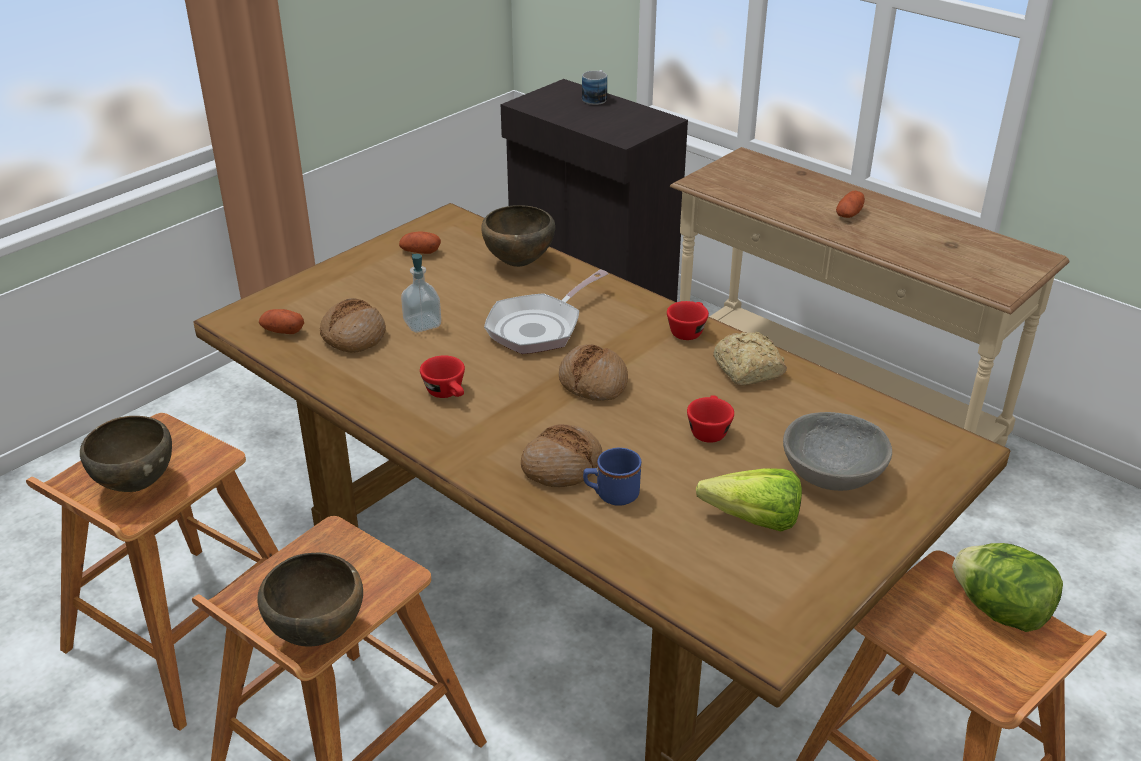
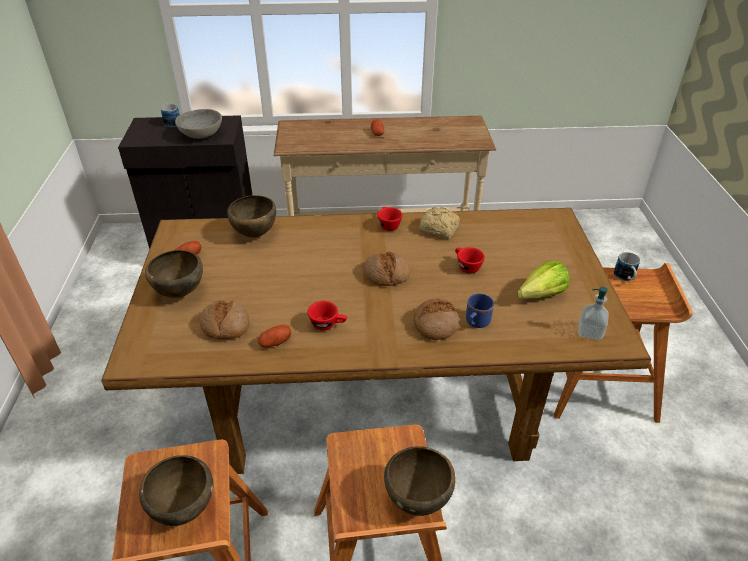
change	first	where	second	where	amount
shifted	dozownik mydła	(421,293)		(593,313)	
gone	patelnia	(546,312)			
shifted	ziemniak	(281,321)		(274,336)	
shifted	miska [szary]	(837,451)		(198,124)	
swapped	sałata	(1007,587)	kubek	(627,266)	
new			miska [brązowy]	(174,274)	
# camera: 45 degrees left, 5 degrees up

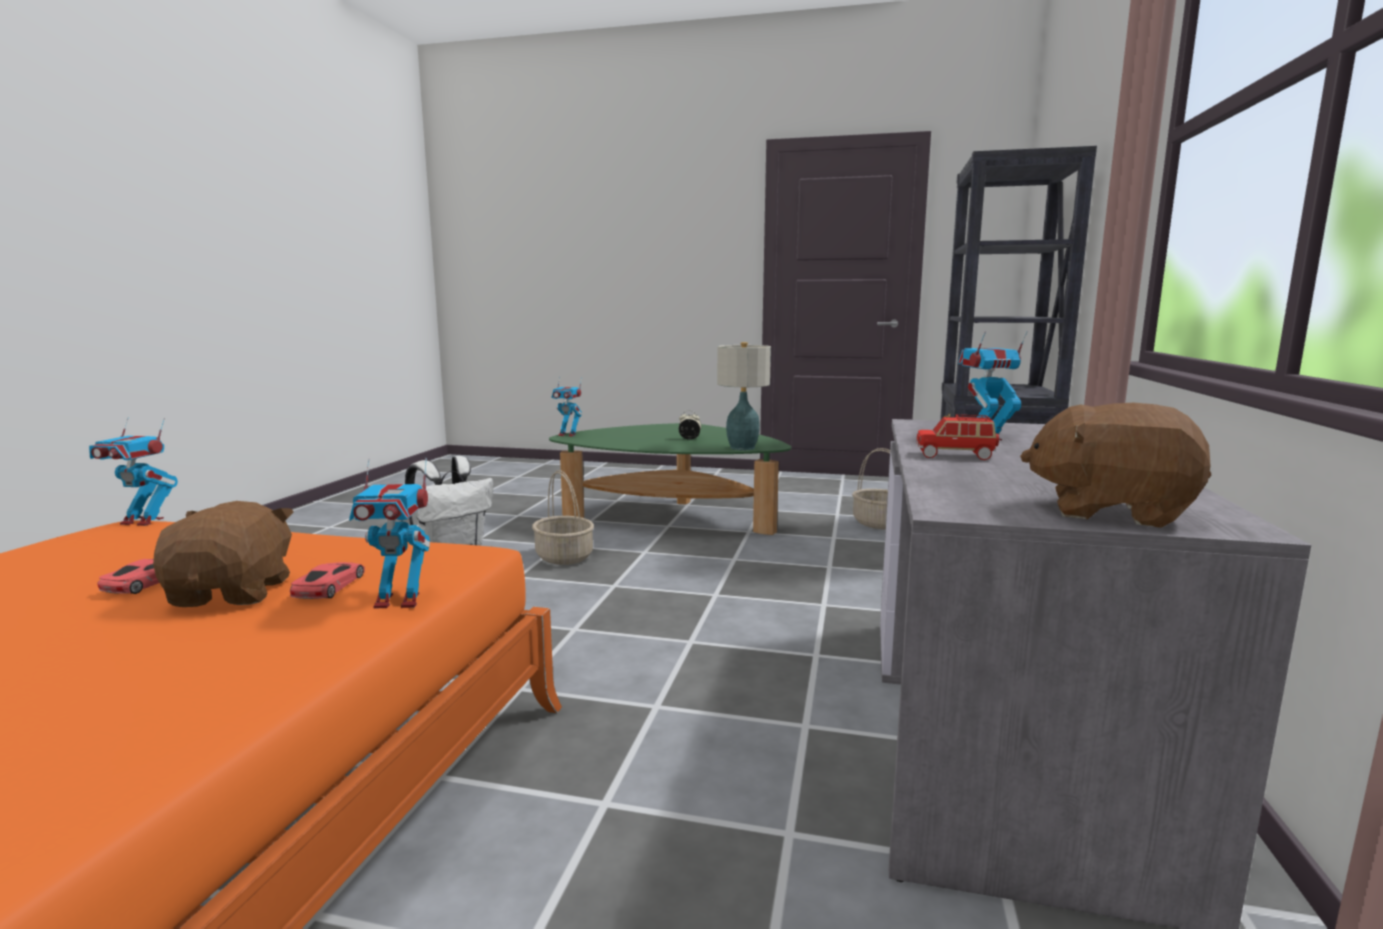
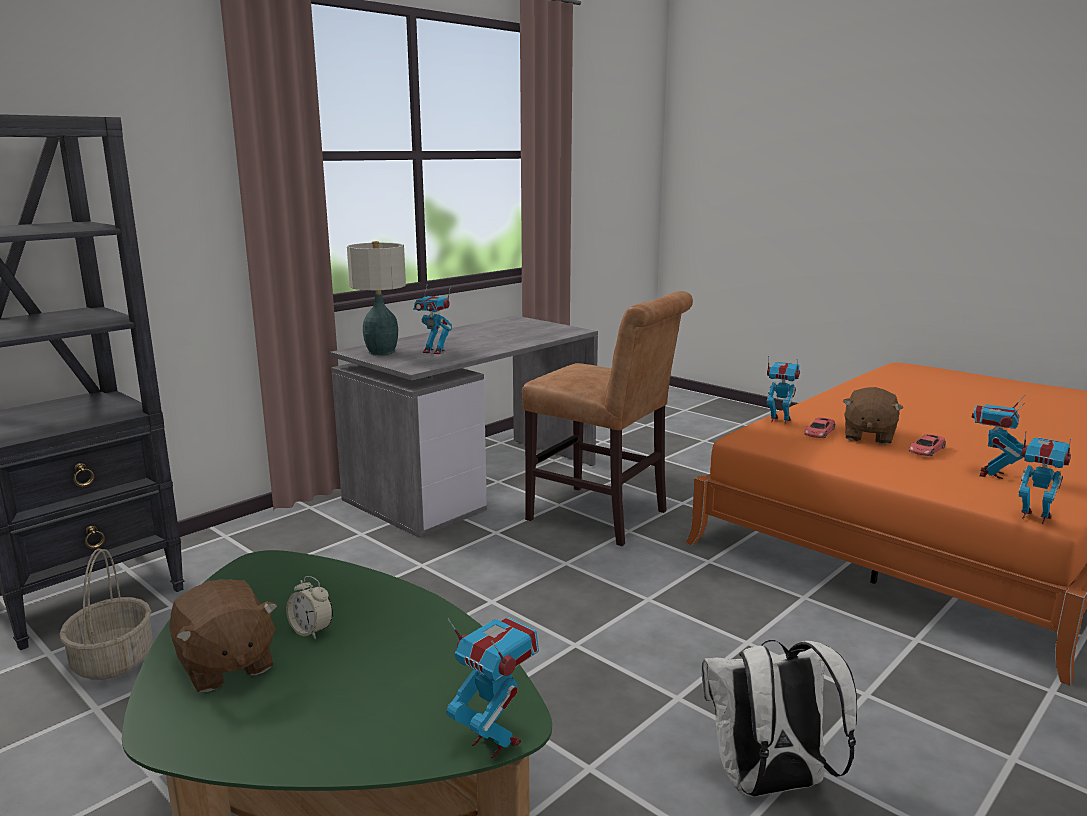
change	first	where	second	where	amount
shifted	lampa stołowa	(744,396)		(376,298)	
shifted	pluszak [brązowy]	(1115,465)		(223,635)	
gone	samochodzik [czerwony]	(958,437)			
gone	koszyk	(563,517)			
new			krzesło [brązowy]	(607,418)	
new			robot zabawkowy	(998,437)	
# camera: 150 degrees left, 5 degrees up

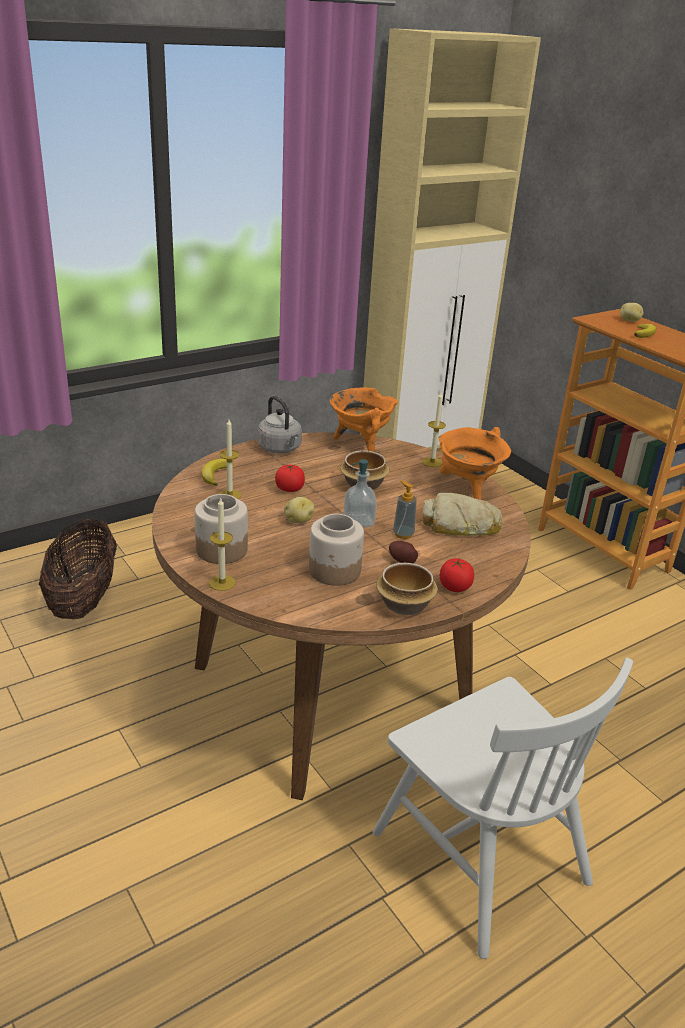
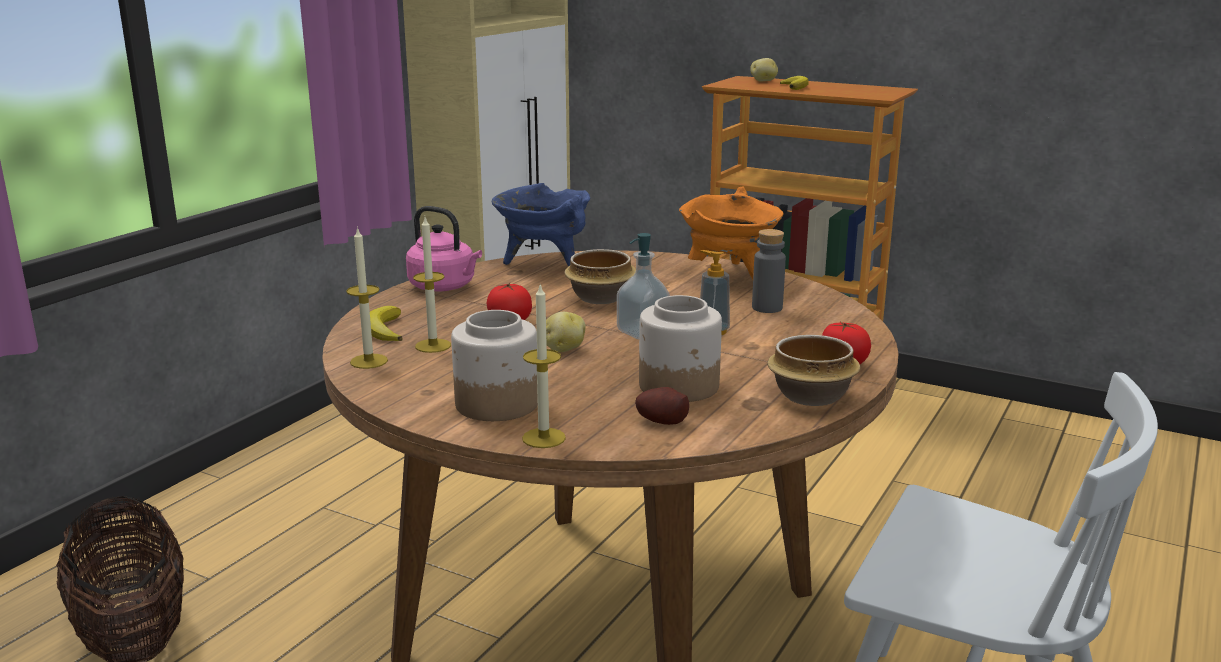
change	first	where	second	where	amount
repainted	garnek [pomarańczowy]	(363,419)	garnek [niebieski]	(540,225)	
shifted	świeca	(434,430)		(367,298)	
repainted	czajnik [szary]	(280,424)	czajnik [różowy]	(444,248)	
swapped	chleb	(463,514)	butelka [szary]	(769,271)	
shifted	ziemniak	(403,552)		(662,406)	
# camera: 25 degrees left, 10 degrees down

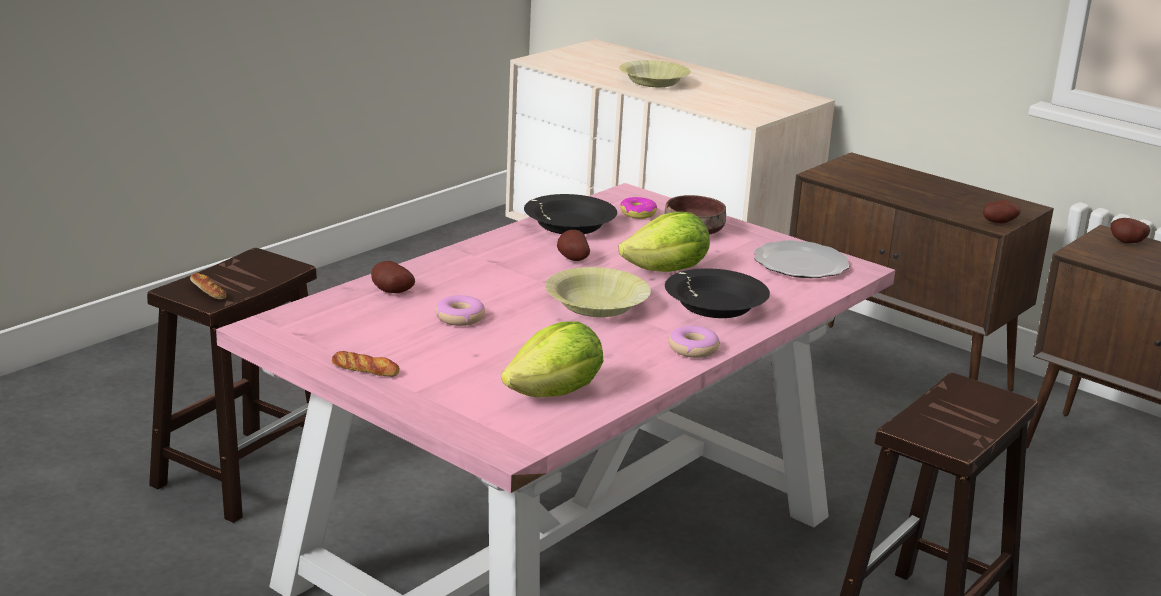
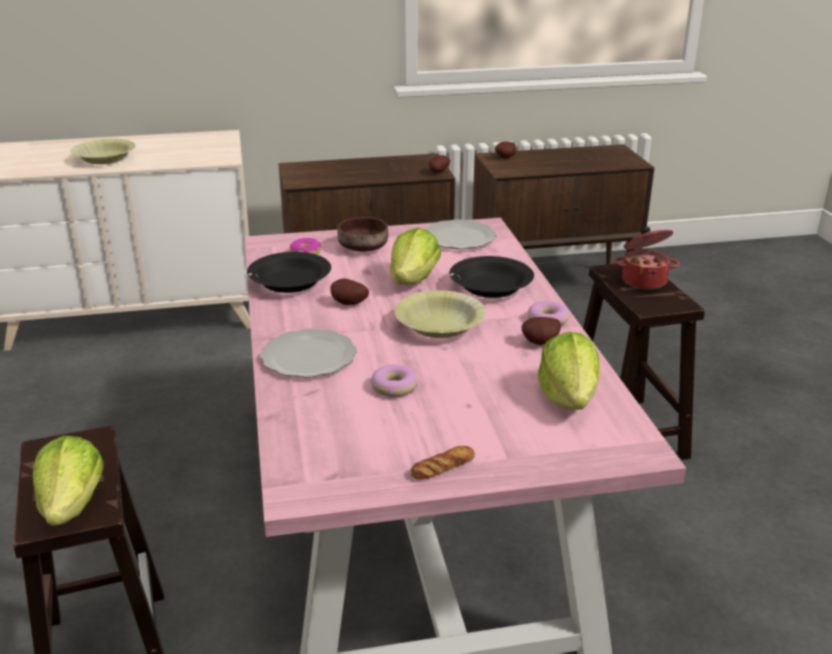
change	first	where	second	where	amount
shifted	ziemniak	(393,277)		(541,331)	
swapped	chleb	(208,286)	sałata	(68,480)	
new			garnek	(647,258)	
new			talerz	(308,353)	
# camera: 50 degrees left, 5 degrees up

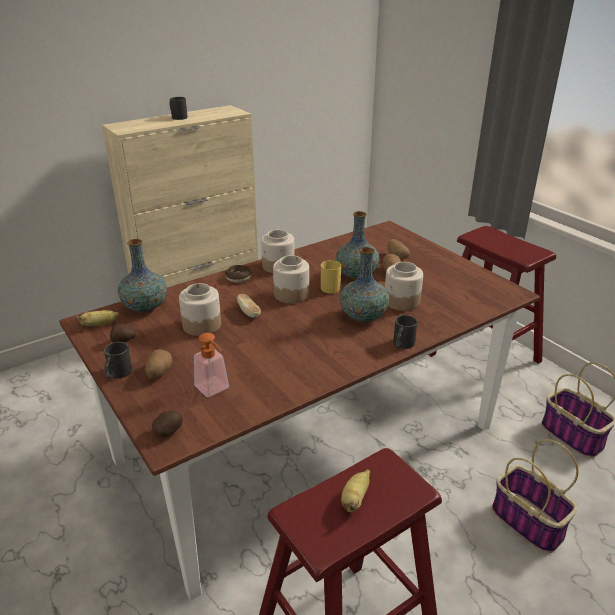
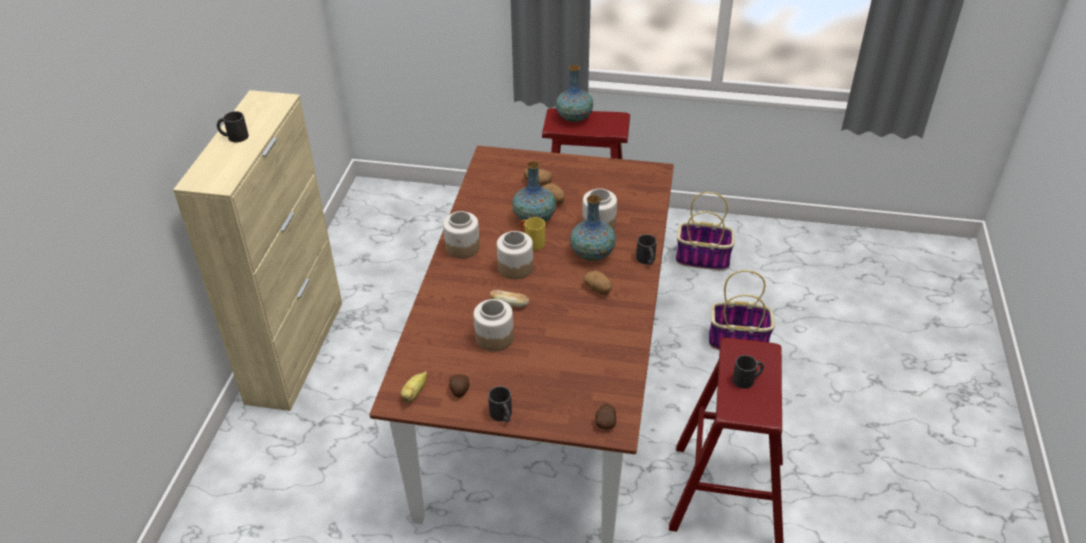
change	first	where	second	where	amount
shifted	wazon	(142,276)		(574,93)	
gone	donut	(238,274)			
gone	dozownik mydła	(211,365)			
shifted	ziemniak	(159,364)		(597,282)	
swapped	banan	(355,491)	kubek [czarny]	(748,372)	
# camera: 45 degrees left, 10 degrees up

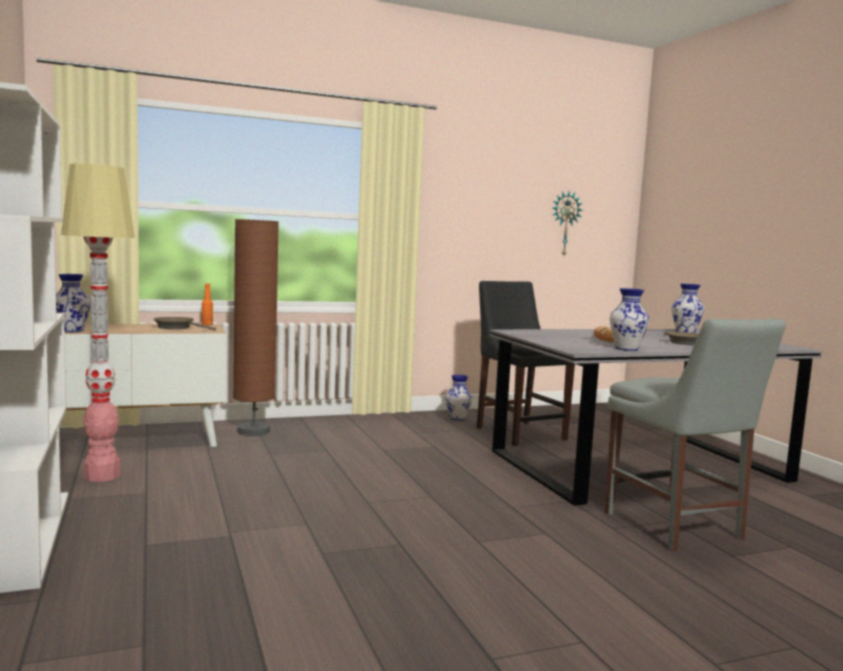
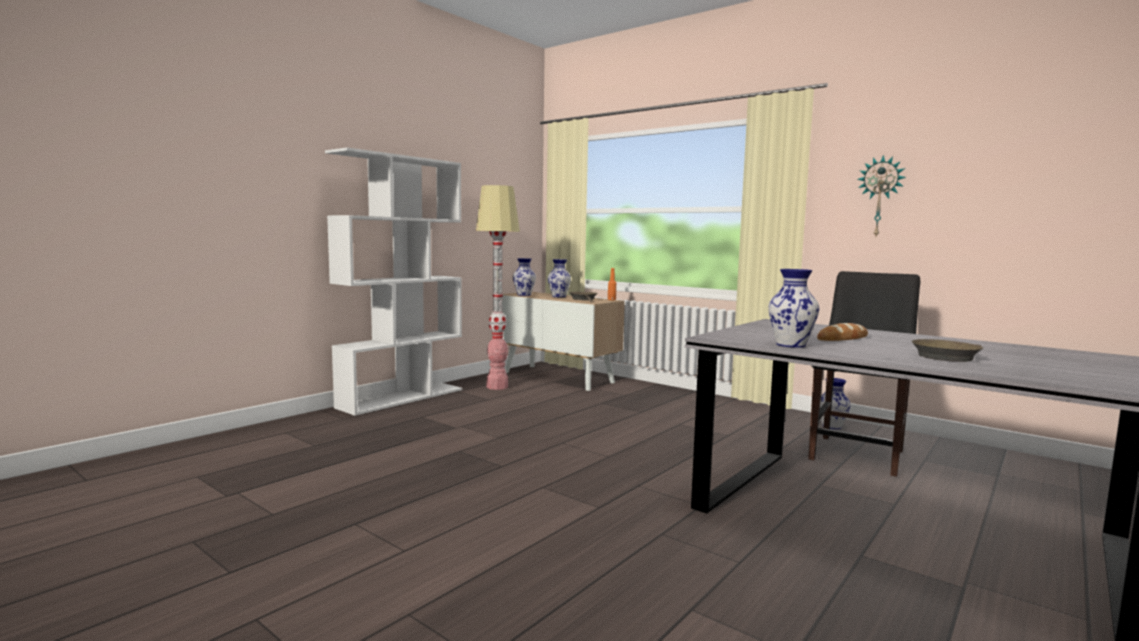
change	first	where	second	where	amount
shifted	zegar ścienny	(567,223)		(881,195)	
gone	lampa stojąca [brązowy]	(256,327)			
shifted	wazon	(688,308)		(559,278)	
gone	krzesło [szary]	(695,435)			
# camera: 60 degrees right, 0 degrees up

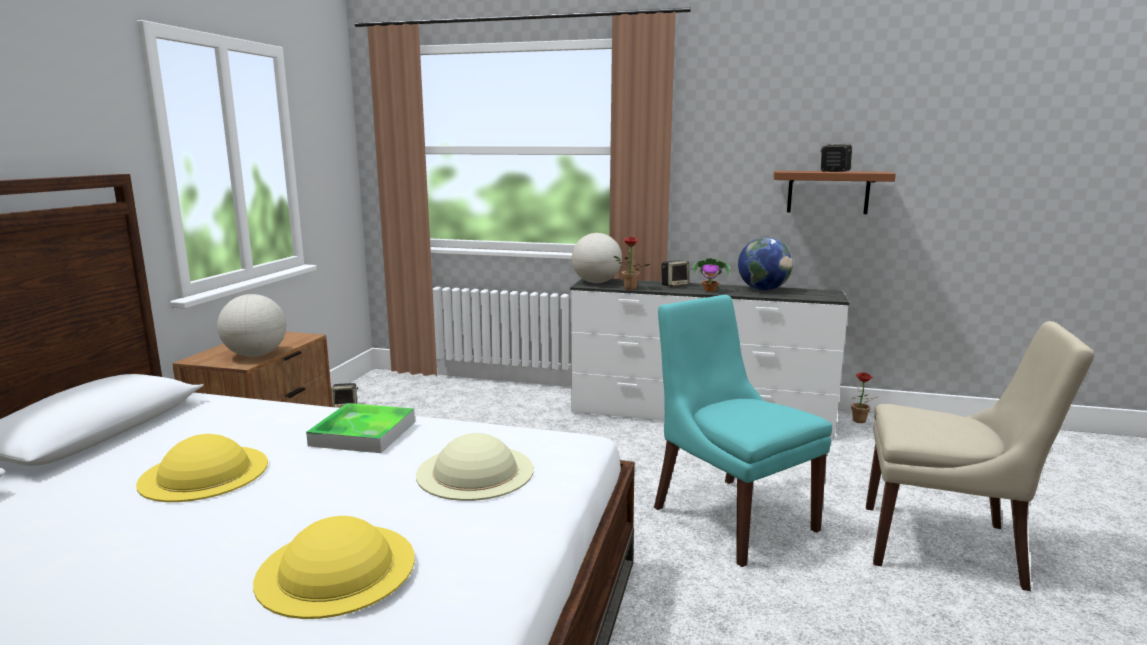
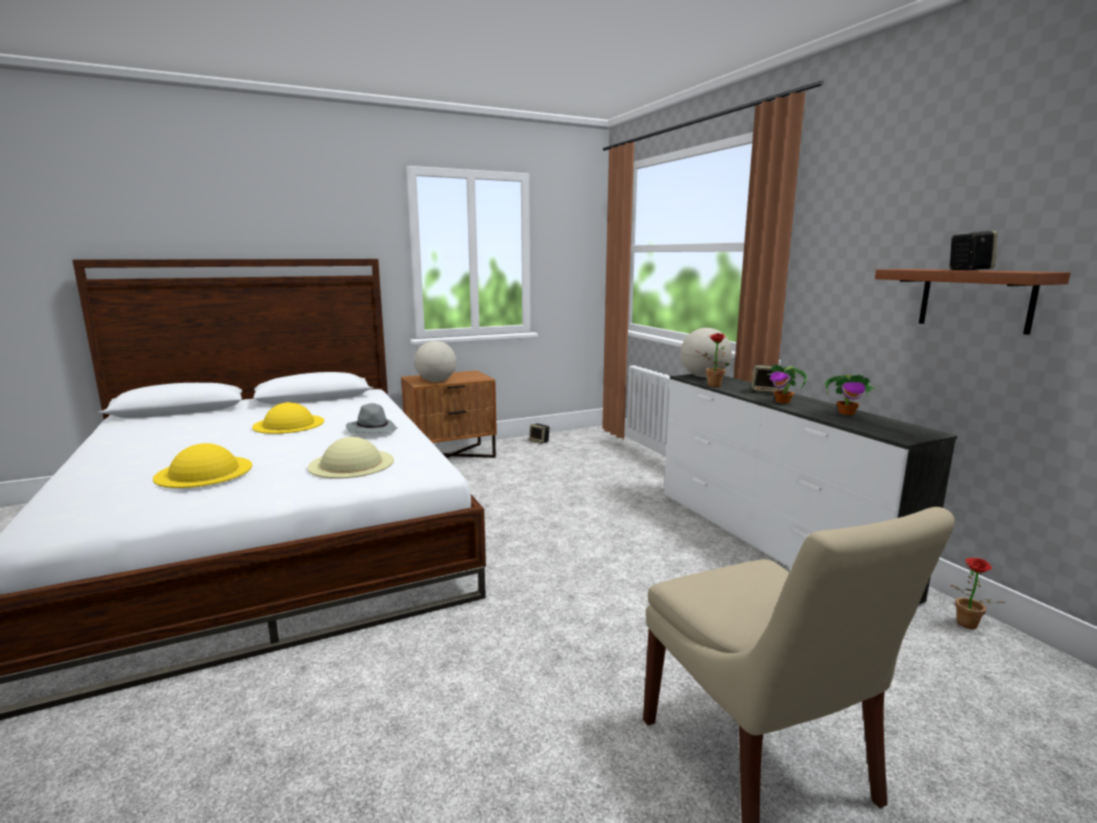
change	first	where	second	where	amount
swapped	globus	(765,263)	roślina doniczkowa	(850,394)	
gone	krzesło [turkusowy]	(743,431)			
swapped	taca	(360,428)	kapelusz [szary]	(372,418)	
# camera: 50 degrees right, 0 degrees up

